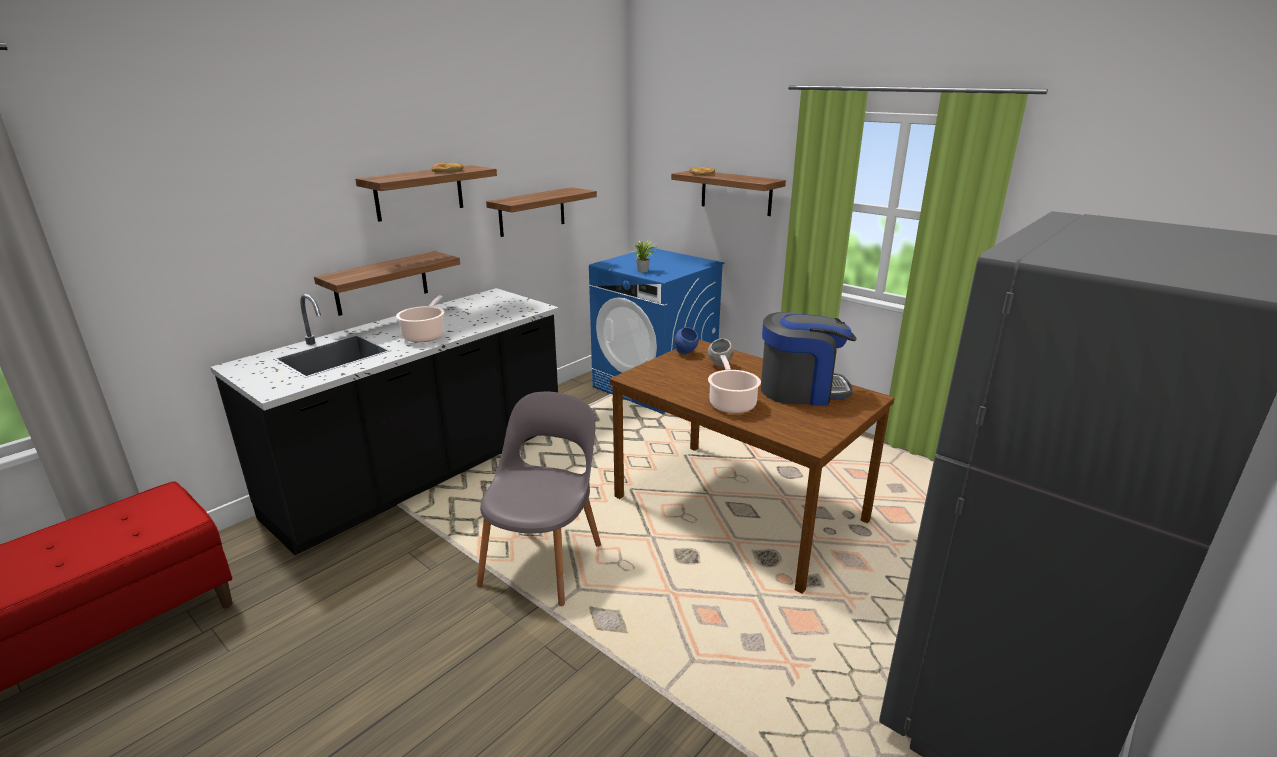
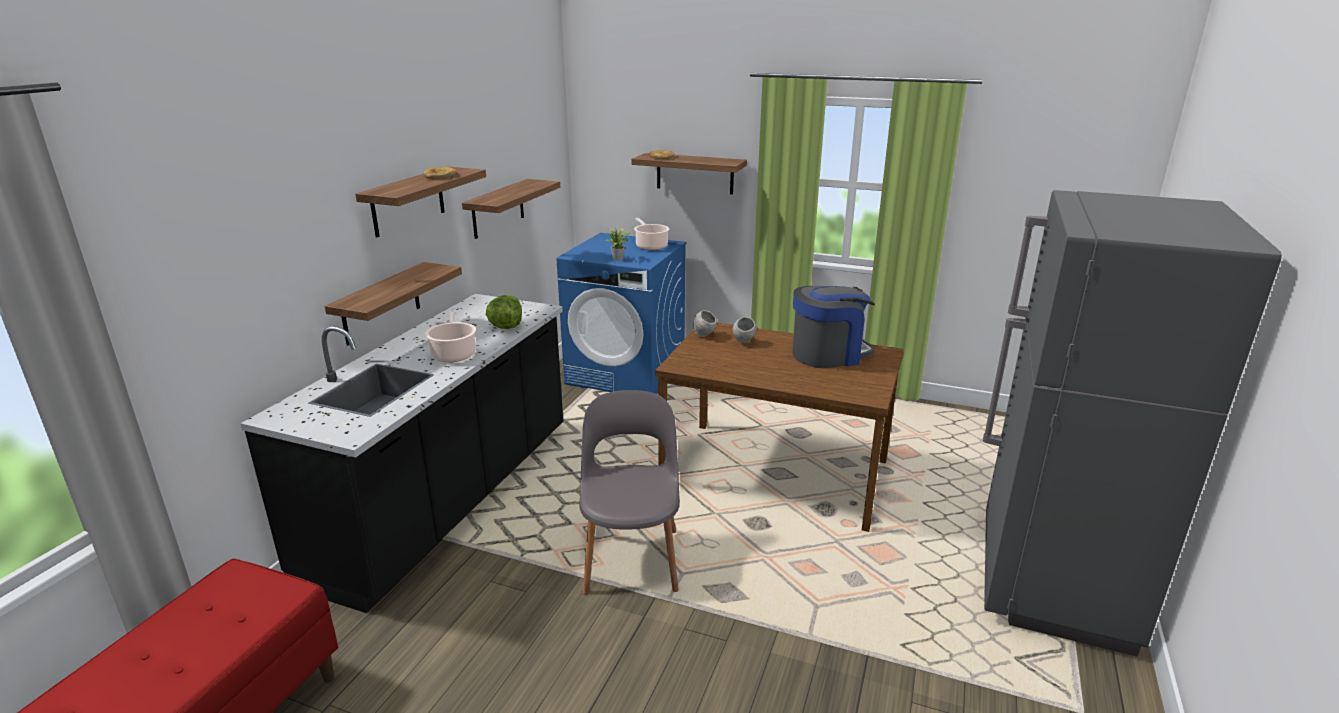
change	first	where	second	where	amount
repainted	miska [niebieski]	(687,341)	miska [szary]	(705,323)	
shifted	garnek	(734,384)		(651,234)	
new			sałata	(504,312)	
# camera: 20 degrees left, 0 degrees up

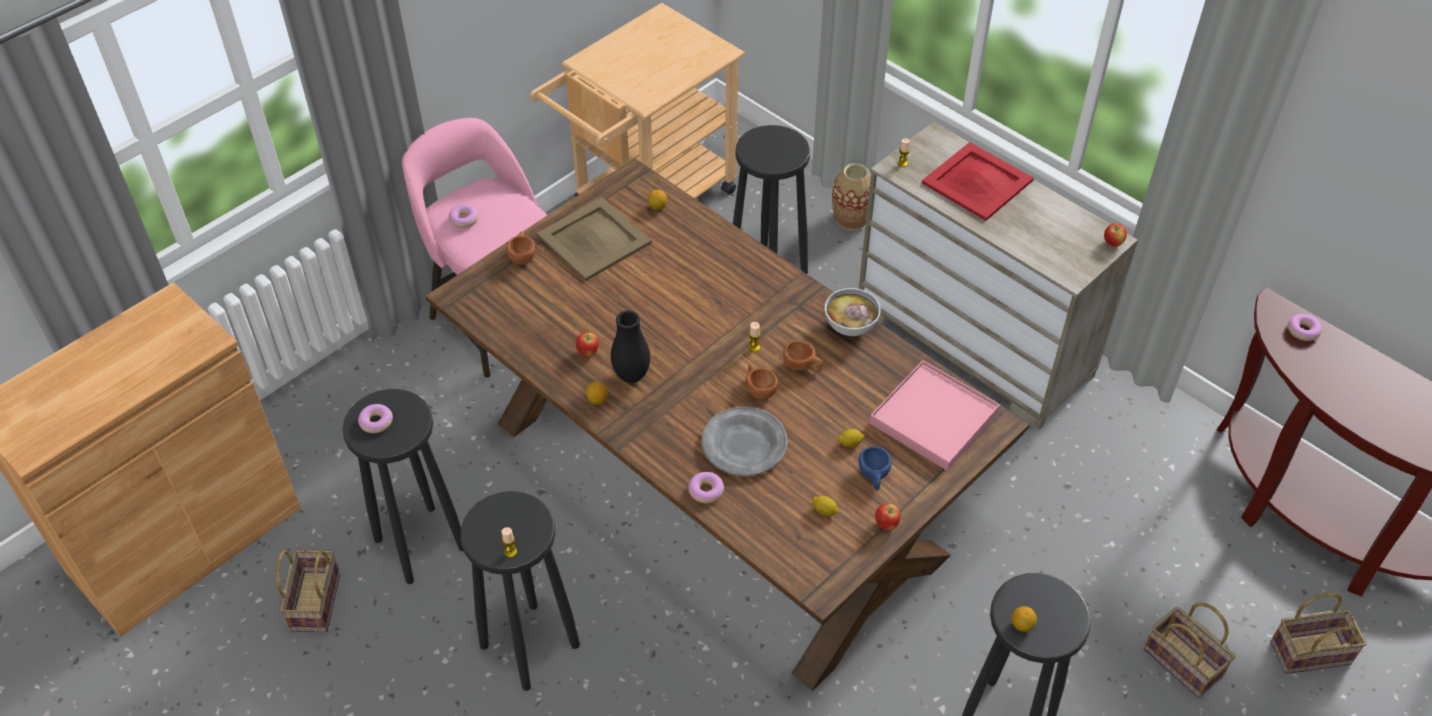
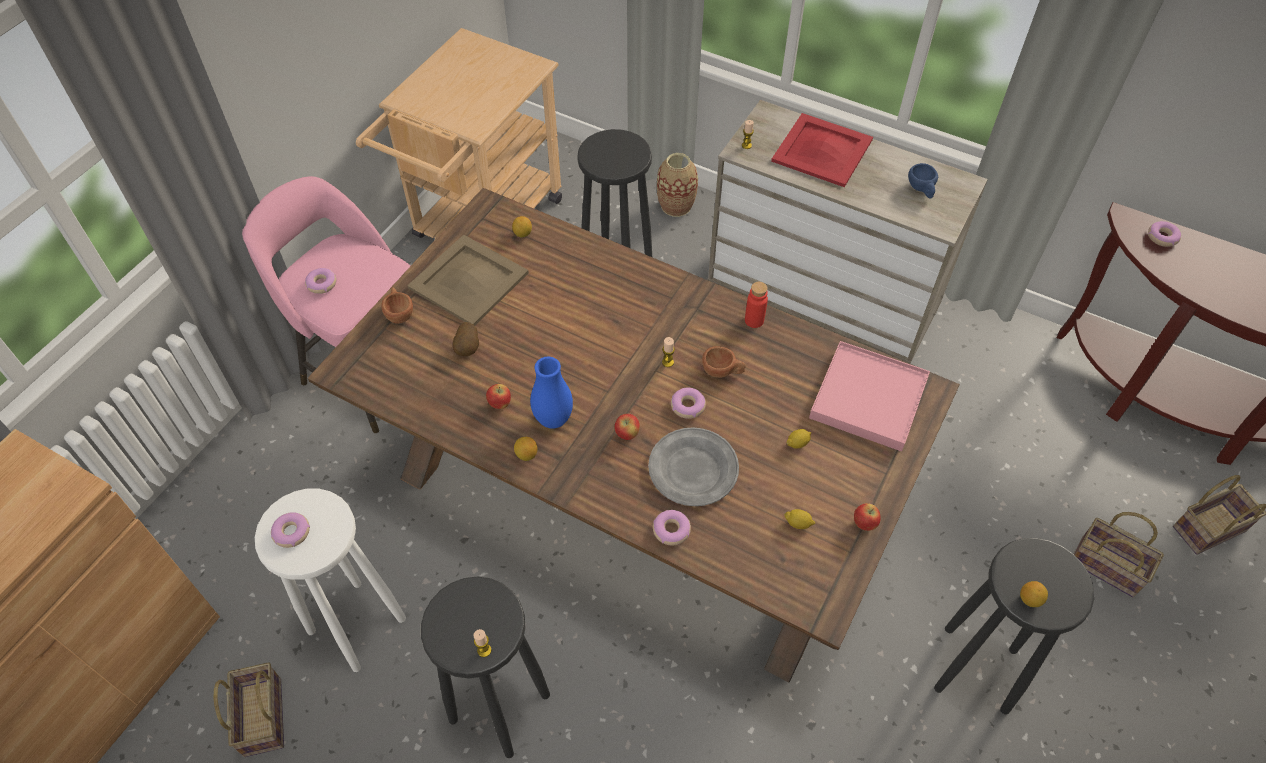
change	first	where	second	where	amount
shifted	jabłko	(1115,235)		(627,427)	
swapped	miska	(853,312)	butelka [czerwony]	(756,305)	
repainted	wazon [czarny]	(630,346)	wazon [niebieski]	(551,392)	
swapped	filiżanka [brązowy]	(762,382)	donut	(688,403)	
repainted	stołek [czarny]	(403,486)	stołek [biały]	(330,580)	
shifted	filiżanka [niebieski]	(875,468)		(923,181)	
new			ziemniak	(466,339)	
# camera: 15 degrees left, 5 degrees up

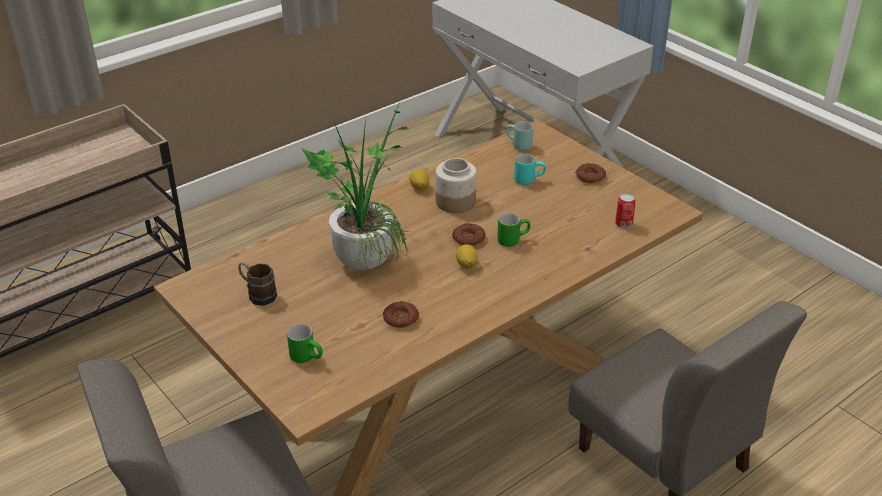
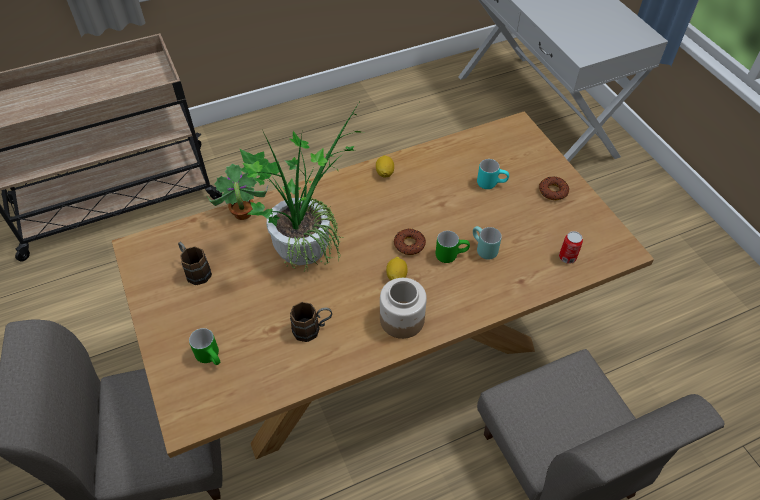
change	first	where	second	where	amount
shifted	kubek [turkusowy]	(519,136)		(487,242)	
shifted	słoik	(456,185)		(403,308)	
swapped	donut	(401,314)	kubek [brązowy]	(311,322)	
new			roślina doniczkowa	(237,191)	
# camera: 15 degrees right, 15 degrees up

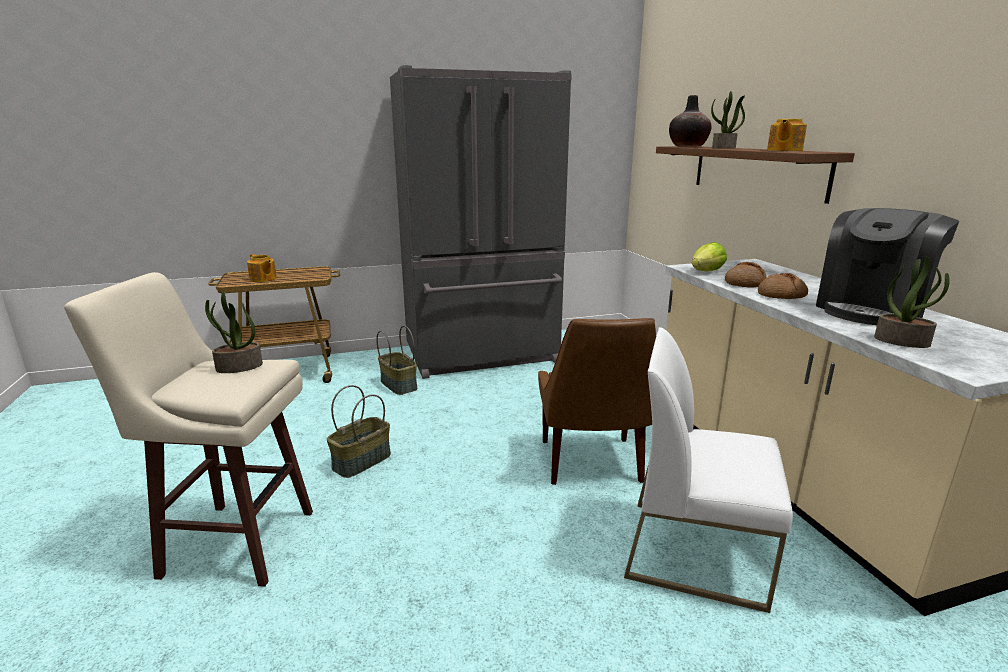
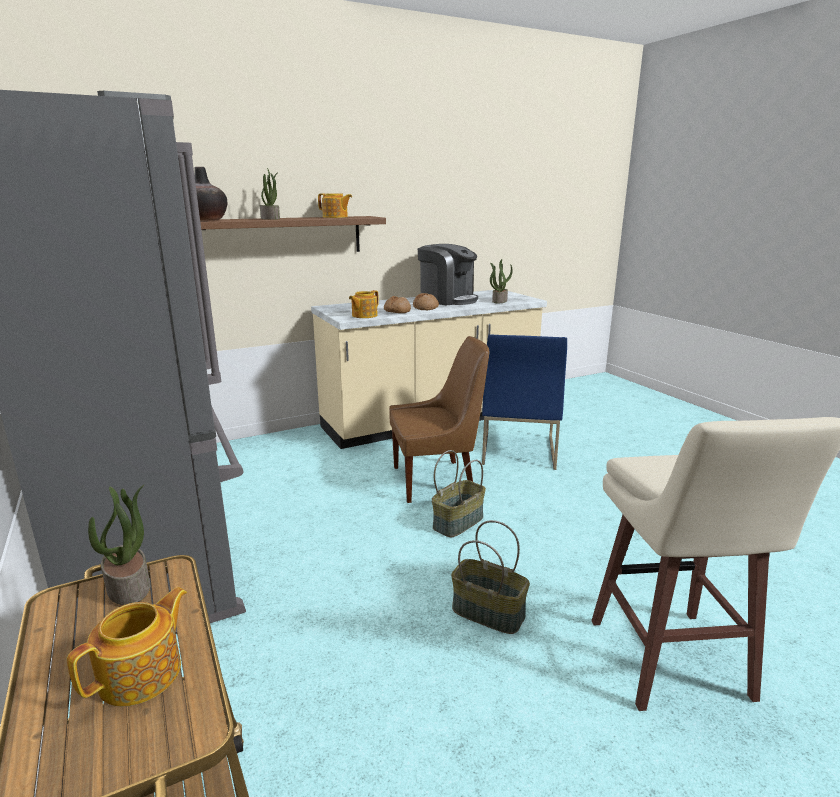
change	first	where	second	where	amount
swapped	sałata	(709,256)	imbryk	(364,304)	
shifted	roślina doniczkowa	(234,332)		(119,544)	
shifted	koszyk	(396,360)		(459,493)	
repainted	krzesło [biały]	(708,470)	krzesło [niebieski]	(524,402)	
# camera: 100 degrees left, 0 degrees up

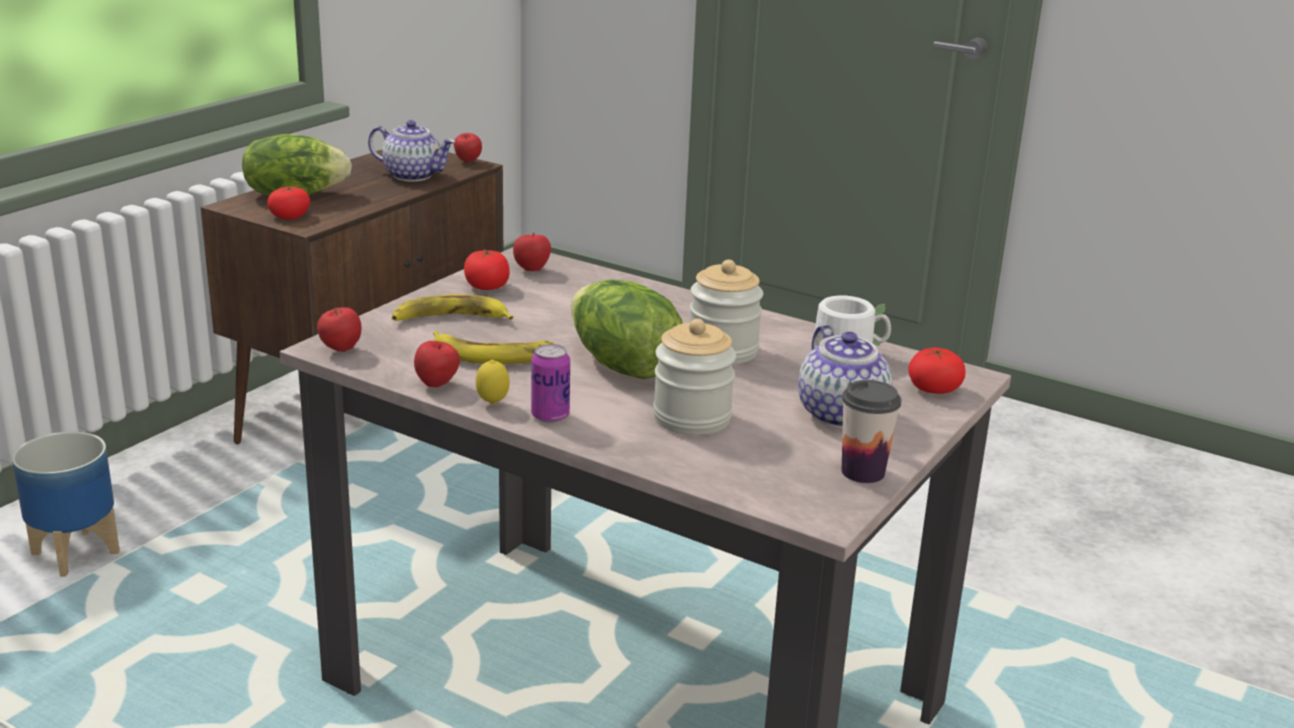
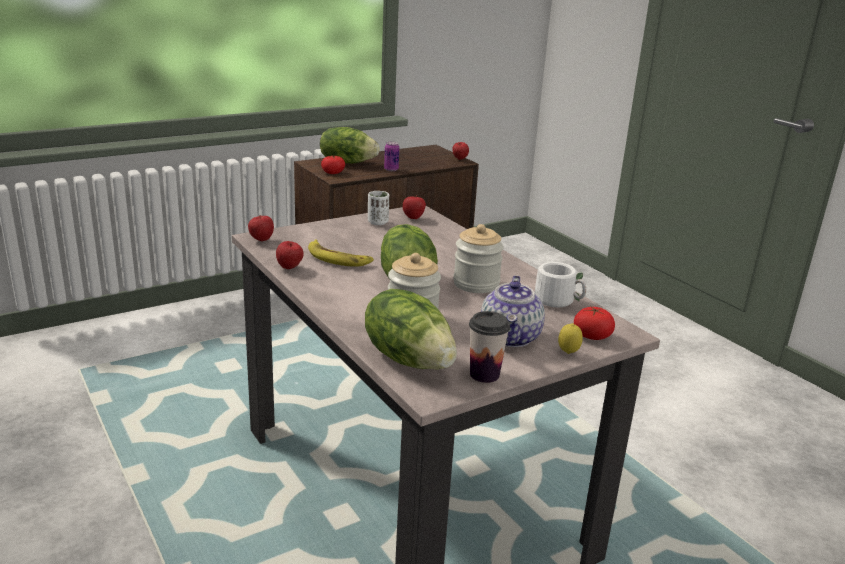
change	first	where	second	where	amount
gone	imbryk	(412,151)			
swapped	pomidor	(487,269)	filiżanka [biały]	(378,208)	
gone	banan	(453,307)			
shifted	puszka	(550,383)		(391,156)	
shifted	cytryna	(493,382)		(570,338)	
gone	donica	(66,504)			
new			sałata	(411,329)	
# camera: 25 degrees right, 0 degrees up

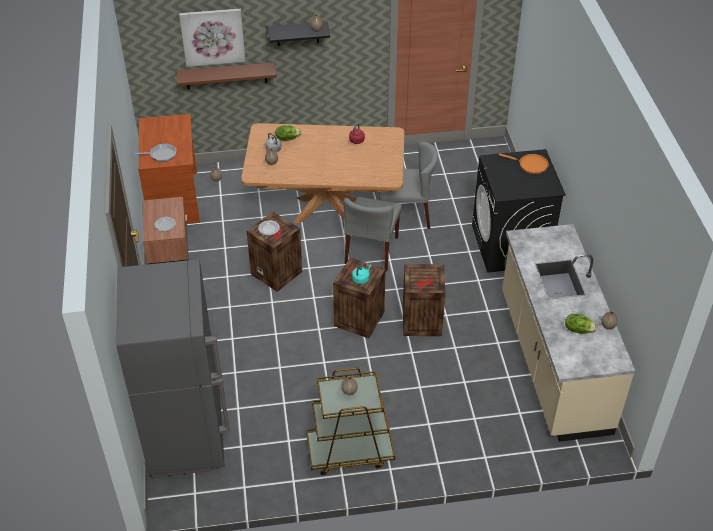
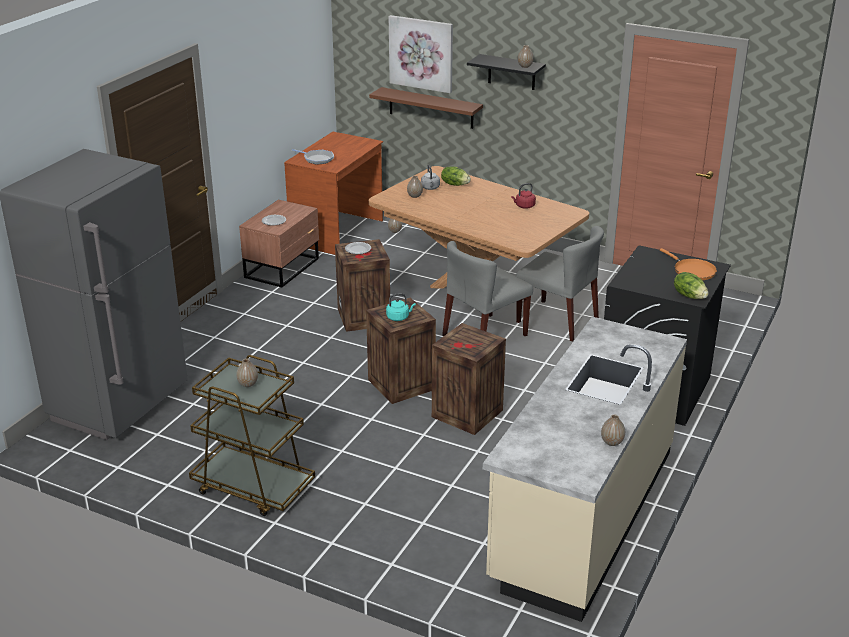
change	first	where	second	where	amount
shifted	sałata	(581,324)		(691,285)	
# camera: 35 degrees right, 15 degrees down

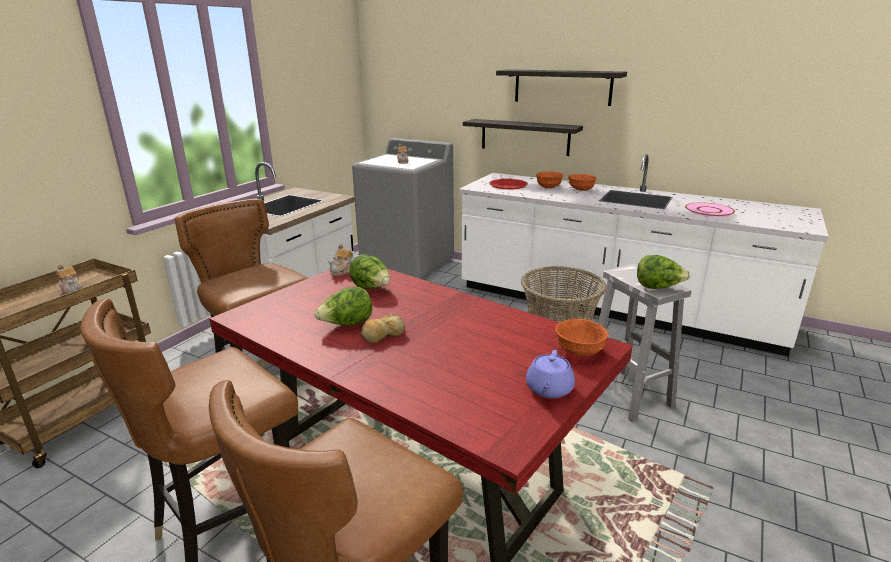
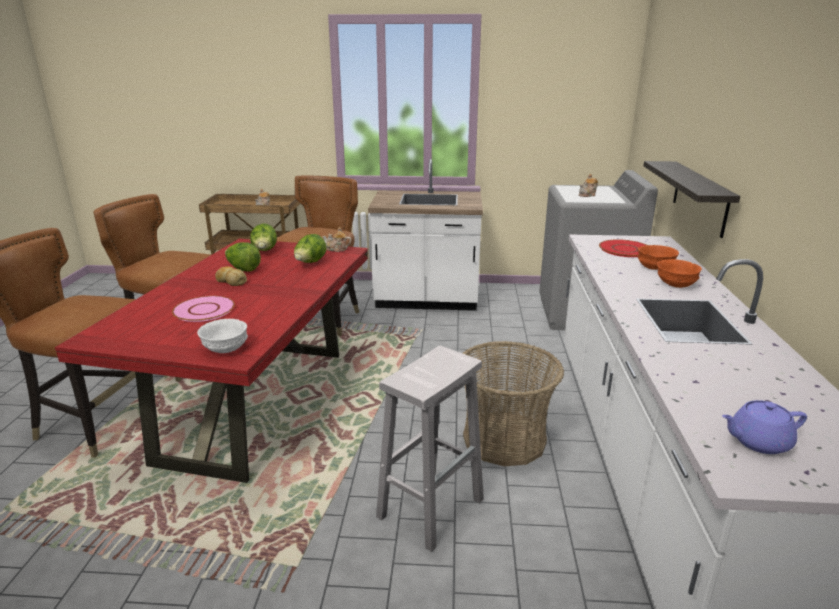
change	first	where	second	where	amount
gone	półka	(561,87)			
shifted	talerz [różowy]	(710,209)		(203,309)	
shifted	sałata	(663,272)		(263,237)	
repainted	miska [pomarańczowy]	(581,338)	miska [biały]	(222,336)	
shifted	imbryk [fioletowy]	(550,374)		(764,427)	
# camera: 65 degrees right, 0 degrees up

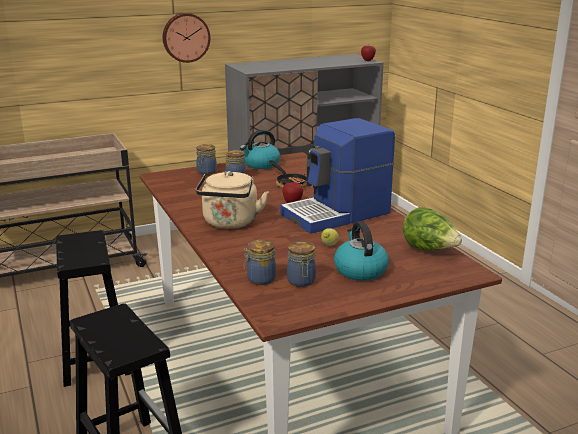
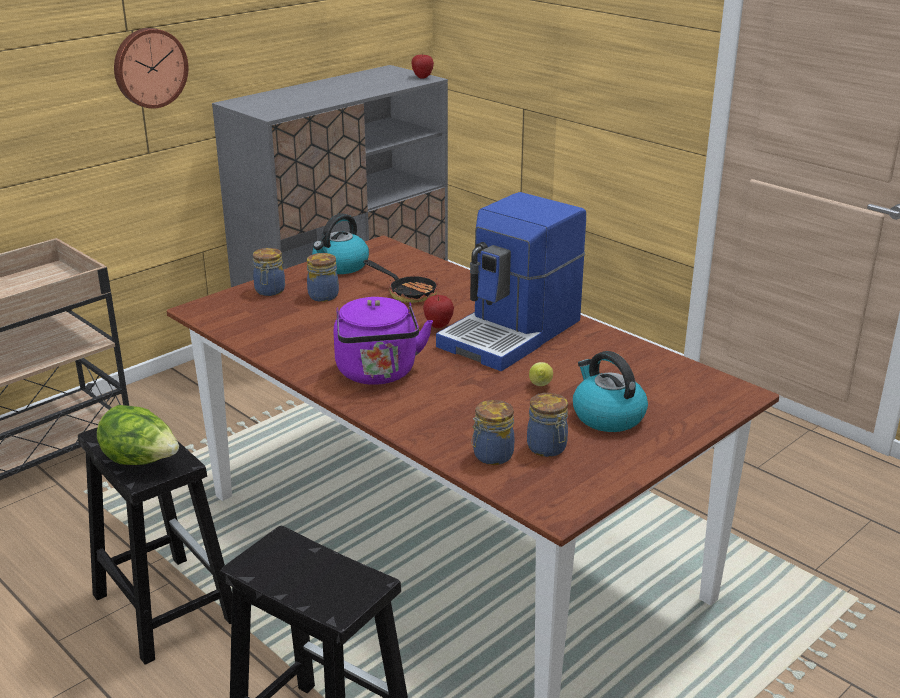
change	first	where	second	where	amount
repainted	czajnik [beżowy]	(232,200)	czajnik [fioletowy]	(383,341)	
shifted	sałata	(432,229)		(138,435)	
# camera: 20 degrees left, 5 degrees up

